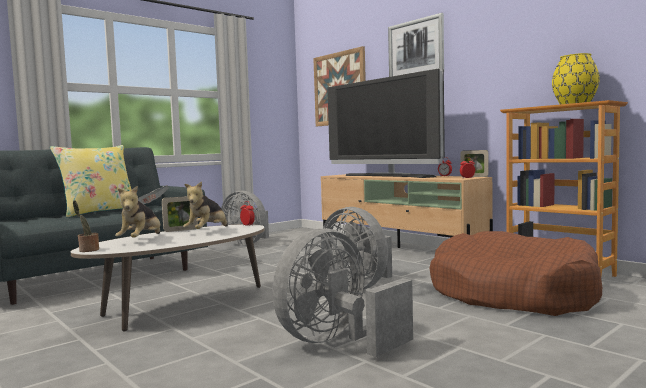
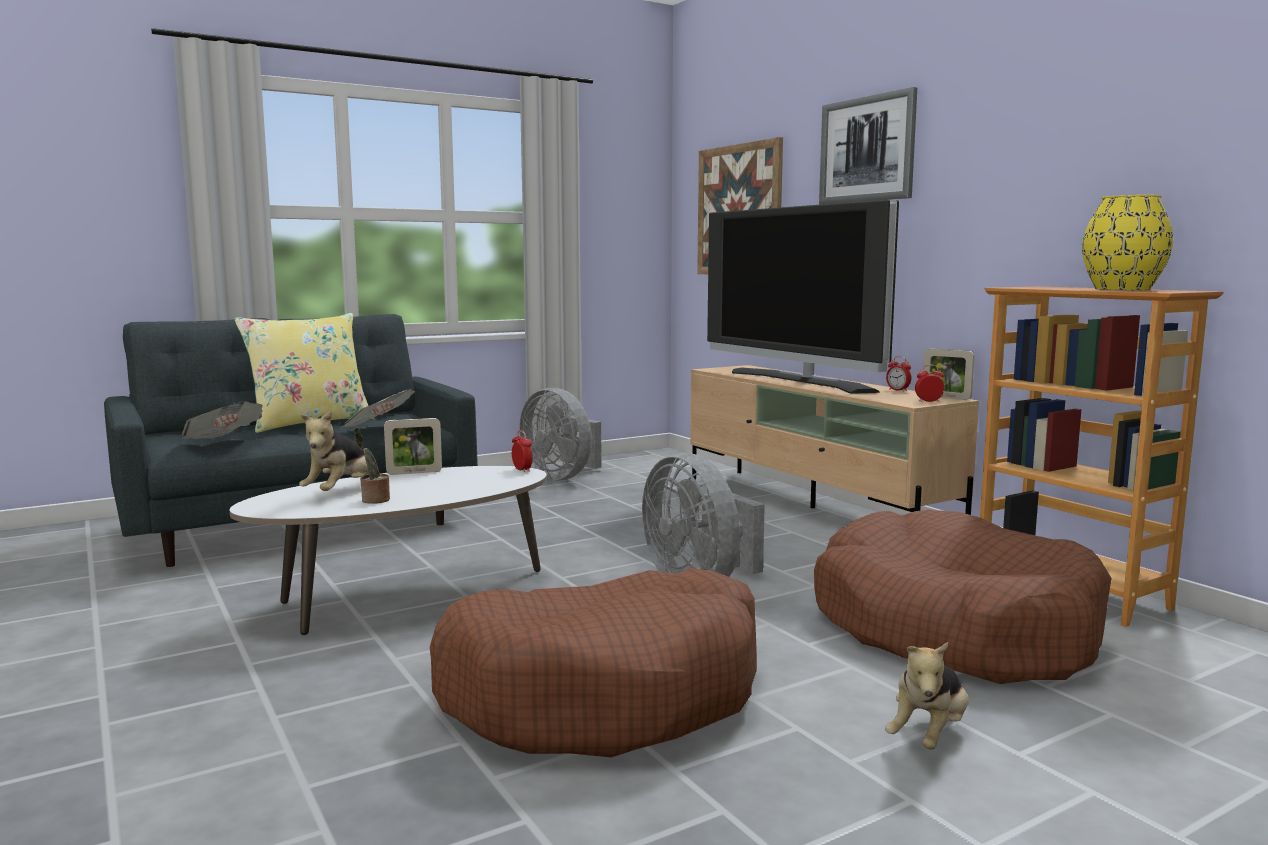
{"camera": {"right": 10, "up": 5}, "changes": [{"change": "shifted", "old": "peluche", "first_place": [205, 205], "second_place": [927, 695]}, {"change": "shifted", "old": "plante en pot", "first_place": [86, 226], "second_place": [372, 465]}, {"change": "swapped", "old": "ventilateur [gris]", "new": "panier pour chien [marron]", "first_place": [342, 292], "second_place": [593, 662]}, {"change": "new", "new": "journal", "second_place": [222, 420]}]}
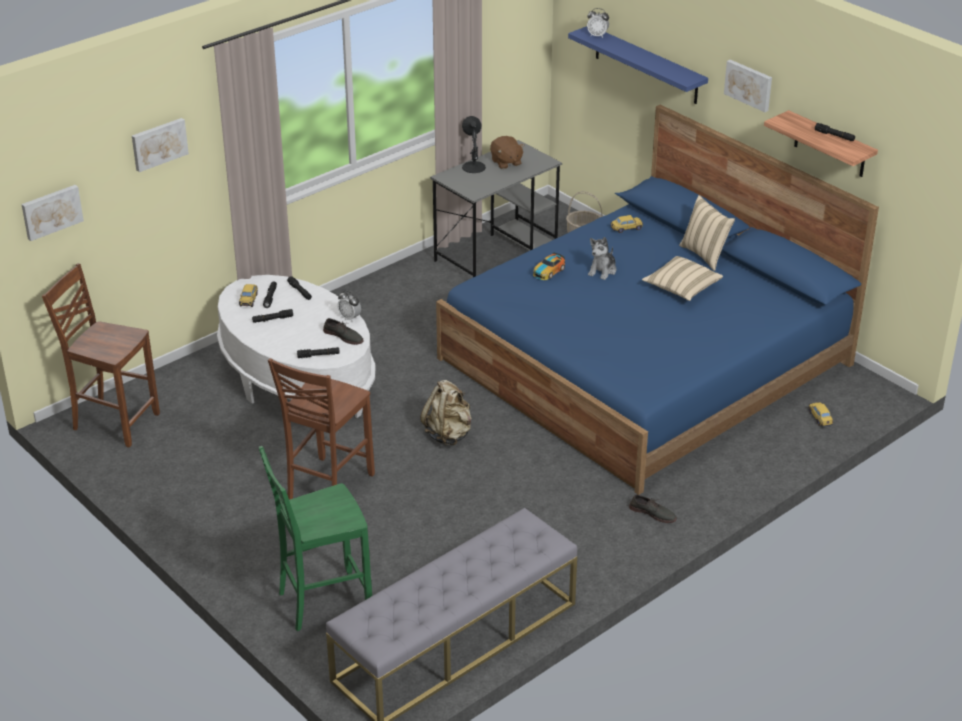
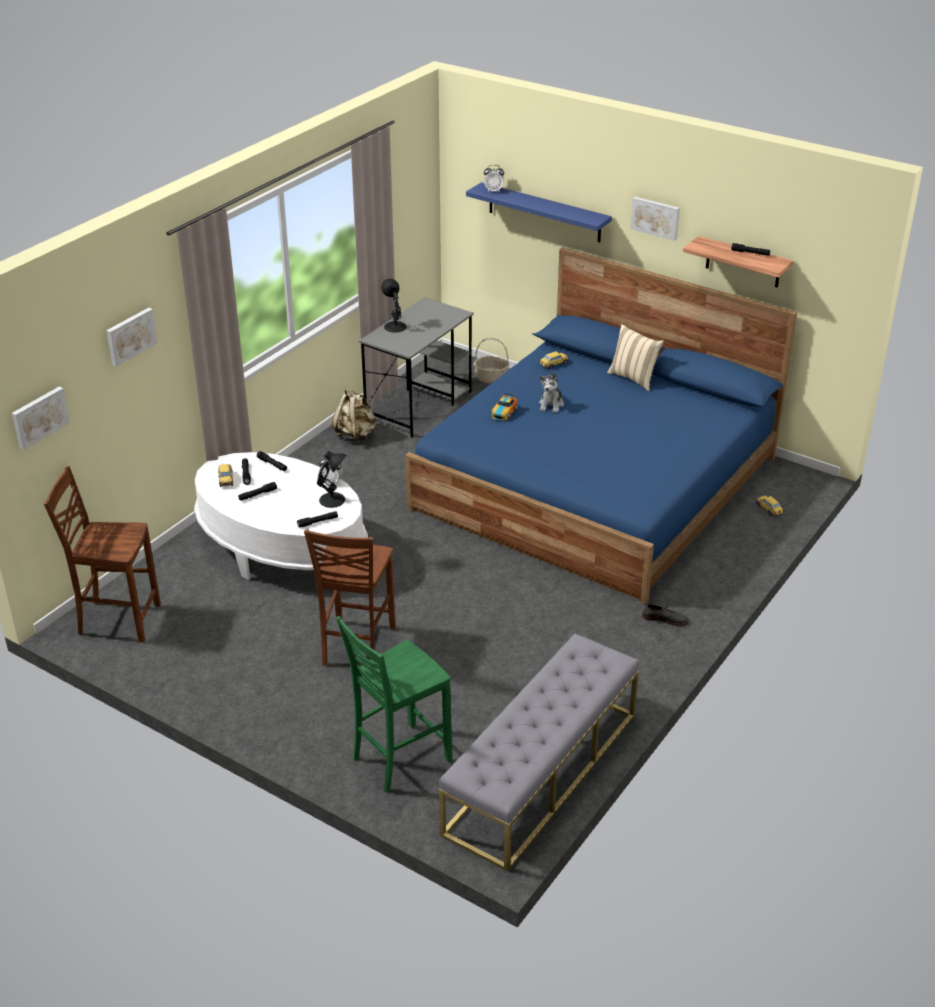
{"camera": {"right": -15, "up": 0}, "changes": [{"change": "gone", "old": "peluche [marron]", "first_place": [507, 152]}, {"change": "gone", "old": "coussin [beige]", "first_place": [682, 278]}, {"change": "swapped", "old": "chaussure [gris]", "new": "lampe de table [noir]", "first_place": [343, 331], "second_place": [331, 479]}, {"change": "shifted", "old": "sac à dos [beige]", "first_place": [446, 412], "second_place": [354, 415]}]}
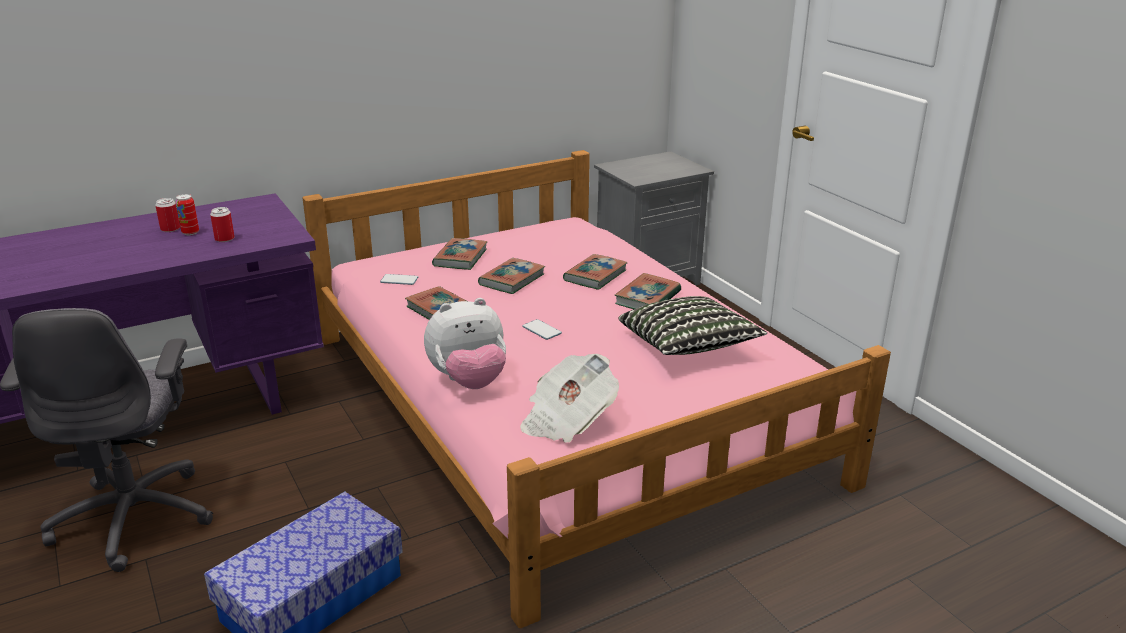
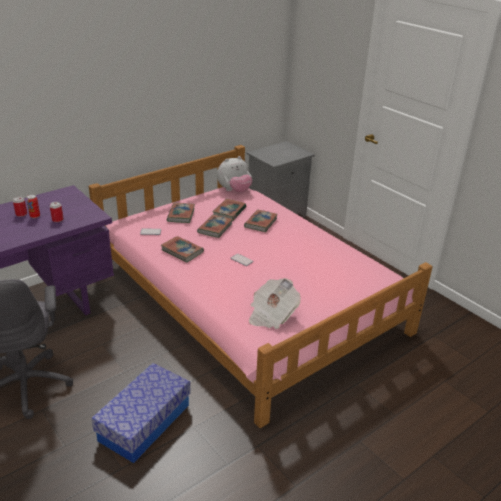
{"camera": {"right": -10, "up": 5}, "changes": [{"change": "shifted", "old": "livre", "first_place": [648, 291], "second_place": [229, 210]}, {"change": "gone", "old": "coussin", "first_place": [693, 325]}, {"change": "shifted", "old": "peluche", "first_place": [465, 343], "second_place": [234, 174]}]}
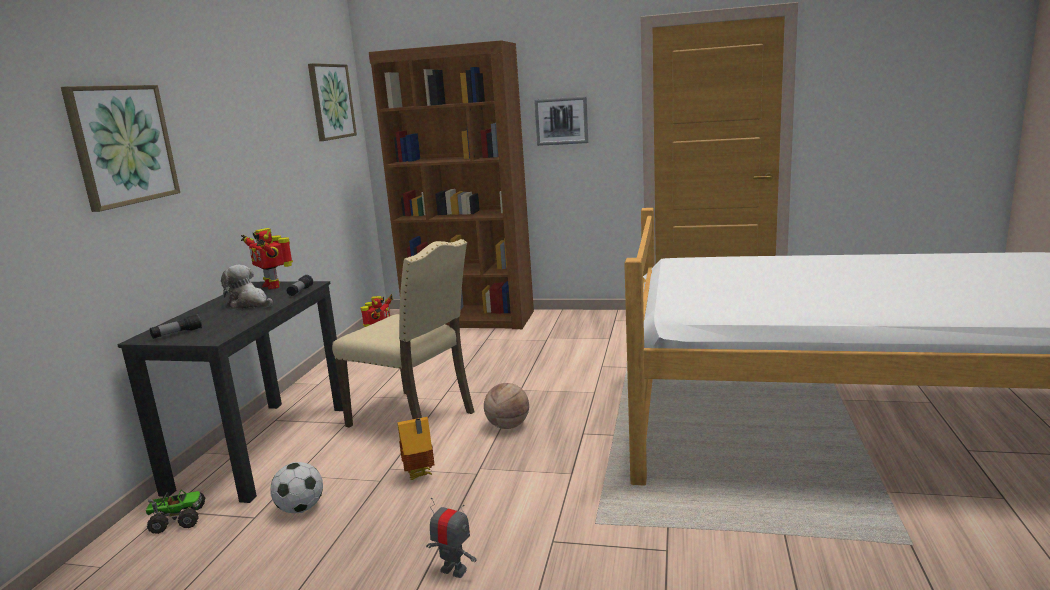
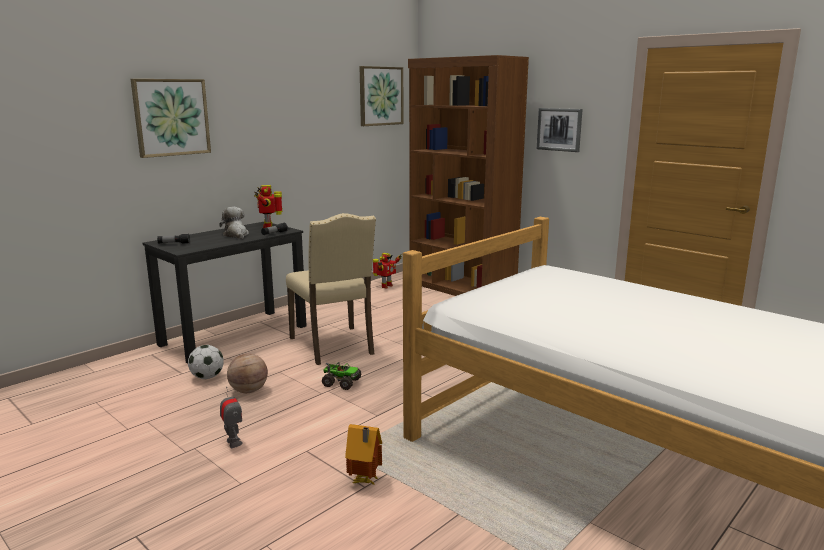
{"camera": {"right": 30, "up": 0}, "changes": [{"change": "shifted", "old": "ballon de basket", "first_place": [506, 406], "second_place": [247, 373]}, {"change": "shifted", "old": "maison miniature", "first_place": [416, 448], "second_place": [363, 455]}, {"change": "shifted", "old": "camion jouet", "first_place": [176, 512], "second_place": [342, 376]}]}
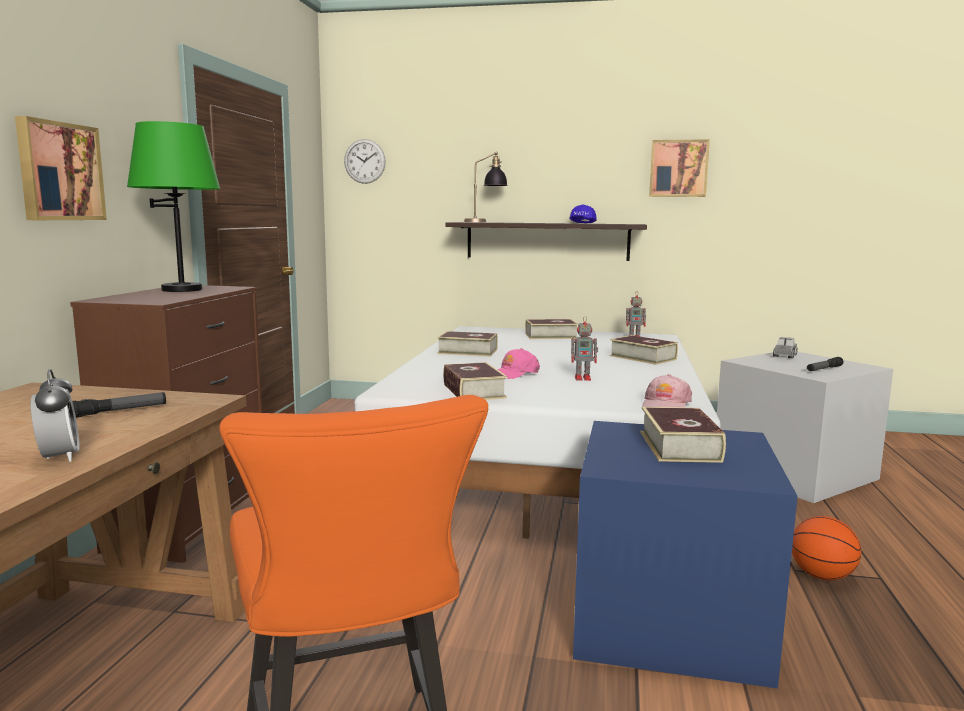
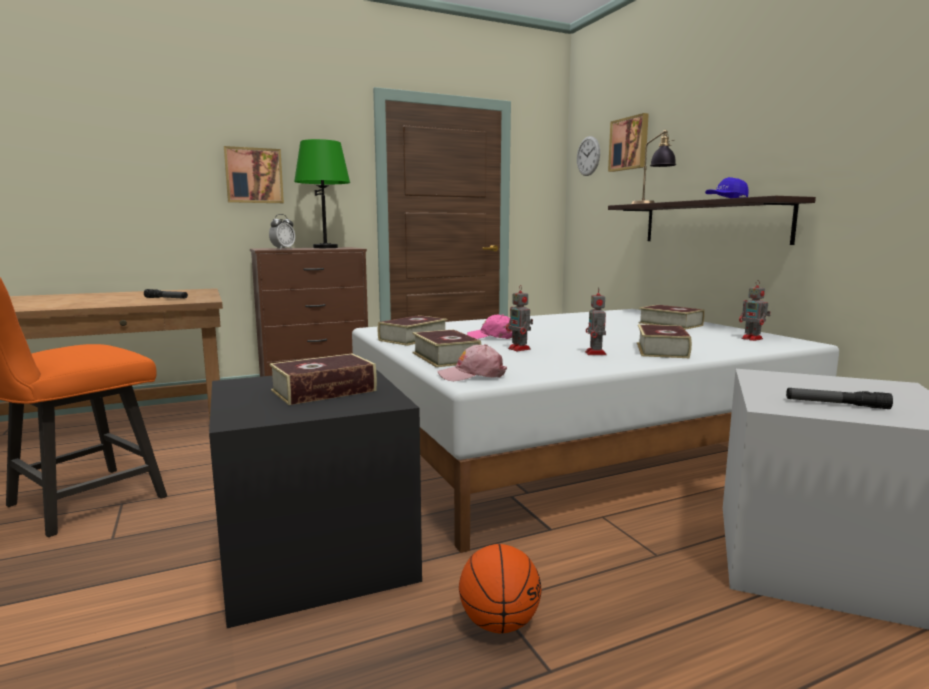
{"camera": {"right": 55, "up": 0}, "changes": [{"change": "shifted", "old": "tableau", "first_place": [679, 168], "second_place": [628, 142]}, {"change": "shifted", "old": "livre", "first_place": [467, 343], "second_place": [446, 348]}, {"change": "gone", "old": "camion jouet", "first_place": [785, 347]}, {"change": "shifted", "old": "réveil", "first_place": [55, 415], "second_place": [282, 231]}, {"change": "repainted", "old": "boîte de rangement [bleu]", "new": "boîte de rangement [noir]", "first_place": [685, 555], "second_place": [315, 498]}, {"change": "new", "new": "robot jouet", "second_place": [596, 321]}]}
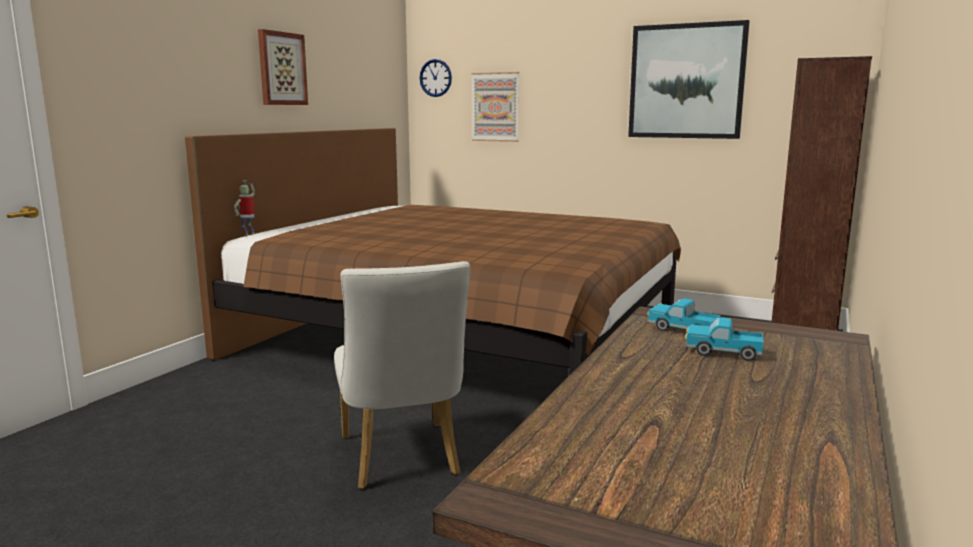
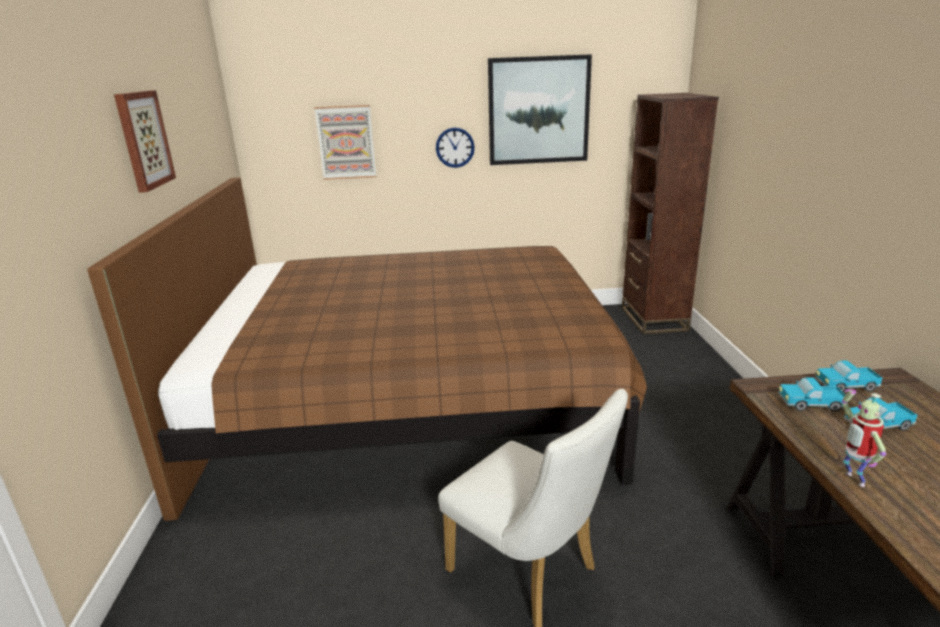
{"camera": {"right": -30, "up": 10}, "changes": [{"change": "shifted", "old": "horloge murale", "first_place": [435, 78], "second_place": [455, 147]}, {"change": "shifted", "old": "robot jouet", "first_place": [244, 207], "second_place": [864, 438]}, {"change": "new", "new": "camion jouet", "second_place": [848, 376]}]}
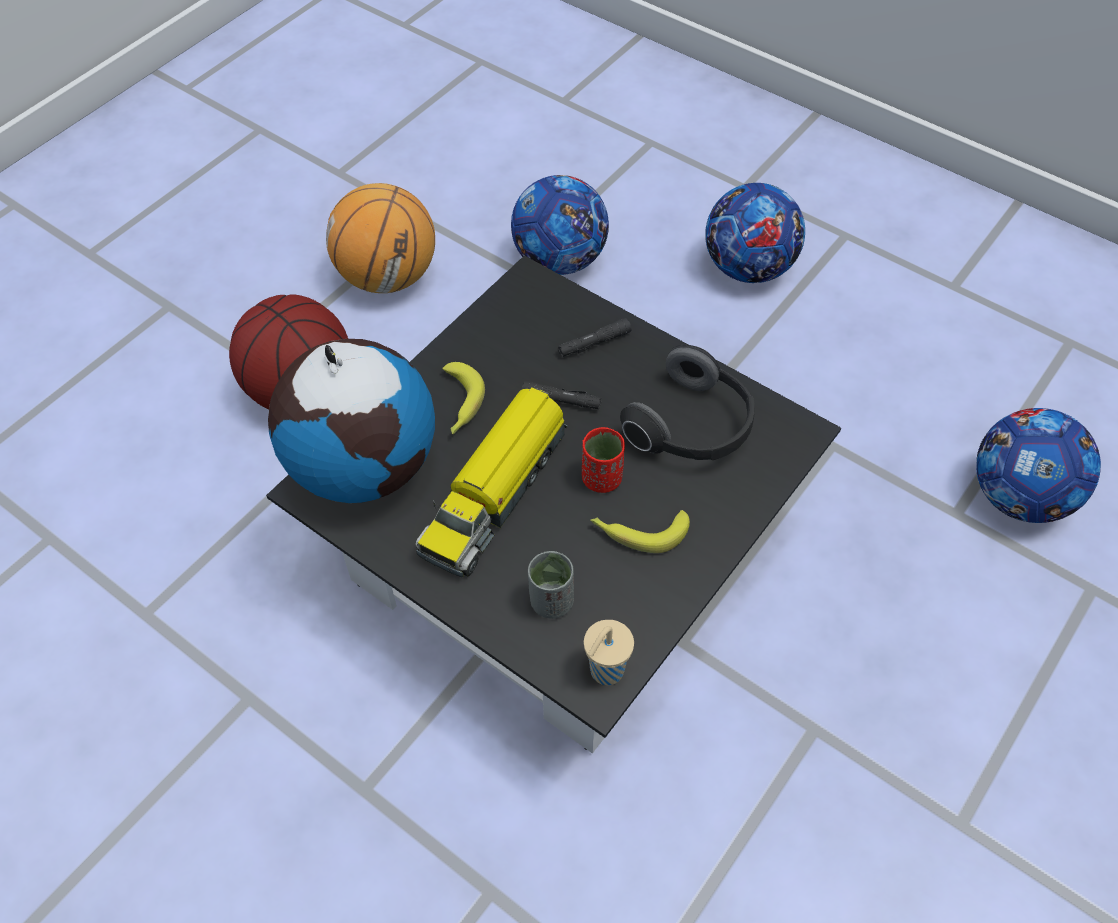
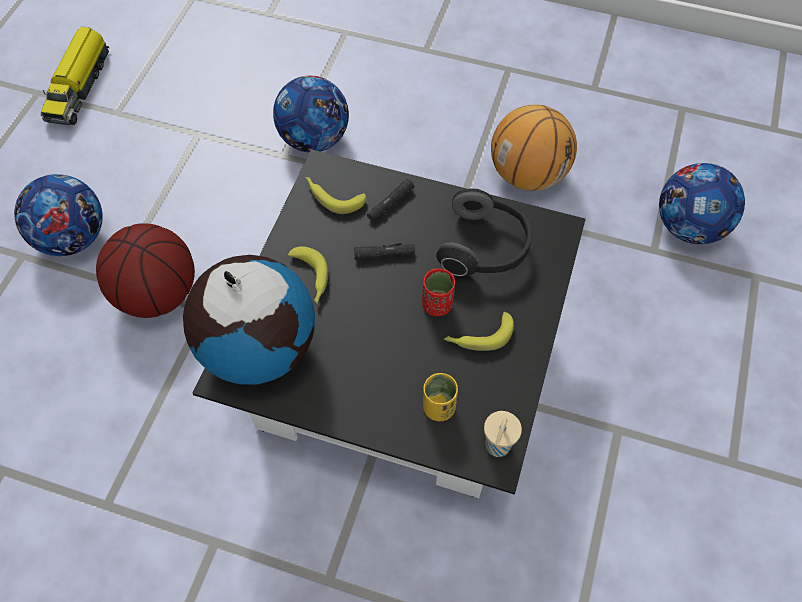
{"camera": {"right": -20, "up": 5}, "changes": [{"change": "shifted", "old": "ballon de basket", "first_place": [380, 238], "second_place": [534, 148]}, {"change": "shifted", "old": "ballon de foot", "first_place": [755, 233], "second_place": [58, 215]}, {"change": "shifted", "old": "camion jouet", "first_place": [491, 482], "second_place": [75, 76]}, {"change": "repainted", "old": "tasse [gris]", "new": "tasse [jaune]", "first_place": [551, 585], "second_place": [440, 397]}, {"change": "new", "new": "banane", "second_place": [335, 195]}]}
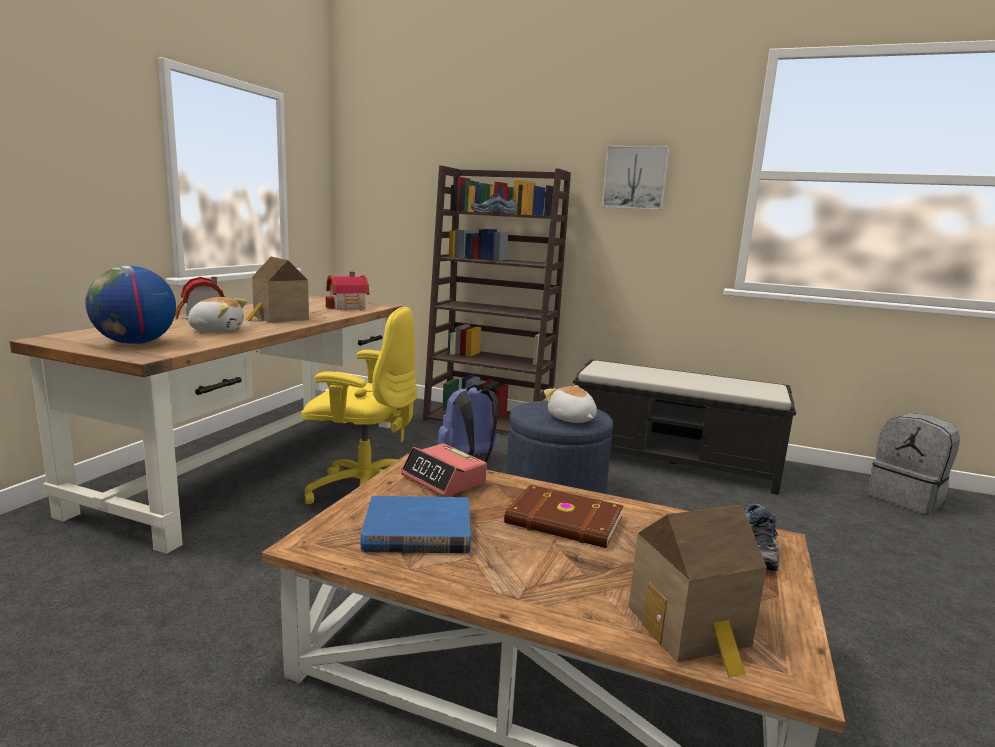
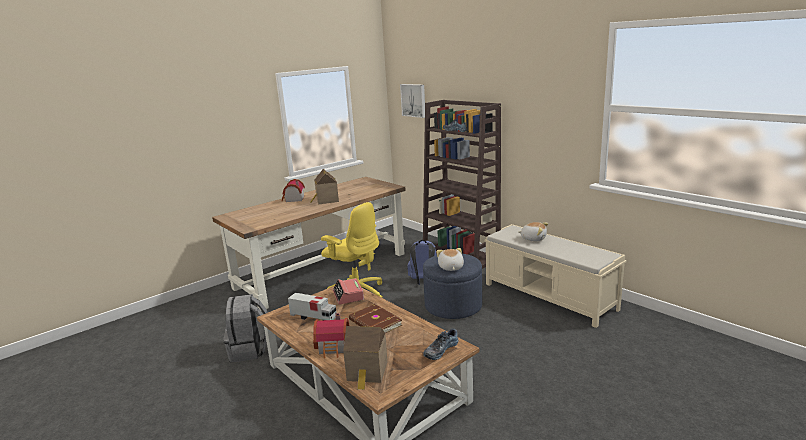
{"camera": {"right": 30, "up": 5}, "changes": [{"change": "shifted", "old": "tableau", "first_place": [635, 177], "second_place": [412, 101]}, {"change": "gone", "old": "globe", "first_place": [130, 305]}, {"change": "shifted", "old": "maison miniature", "first_place": [347, 291], "second_place": [331, 336]}, {"change": "shifted", "old": "peluche", "first_place": [216, 314], "second_place": [534, 231]}, {"change": "repainted", "old": "banc [noir]", "new": "banc [beige]", "first_place": [684, 427], "second_place": [555, 276]}, {"change": "shifted", "old": "sac à dos [gris]", "first_place": [913, 463], "second_place": [245, 328]}, {"change": "swapped", "old": "livre [bleu]", "new": "camion jouet", "first_place": [415, 524], "second_place": [312, 306]}]}
